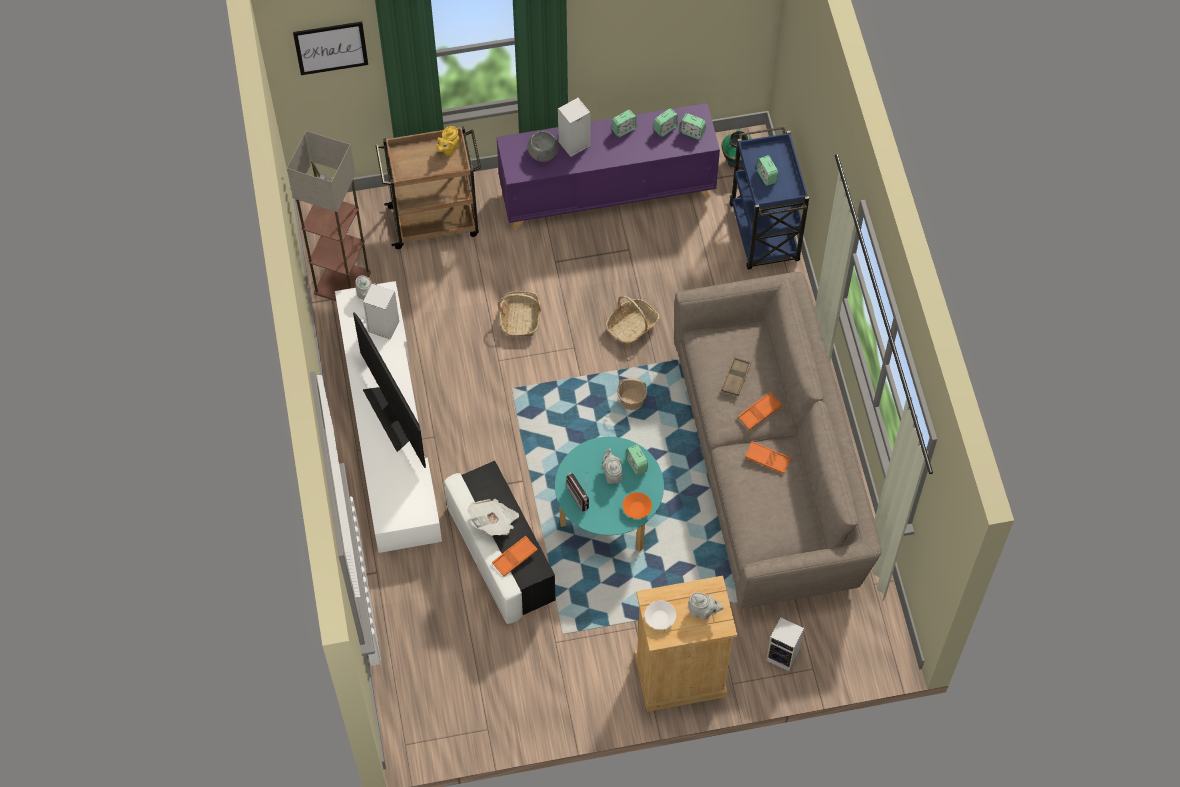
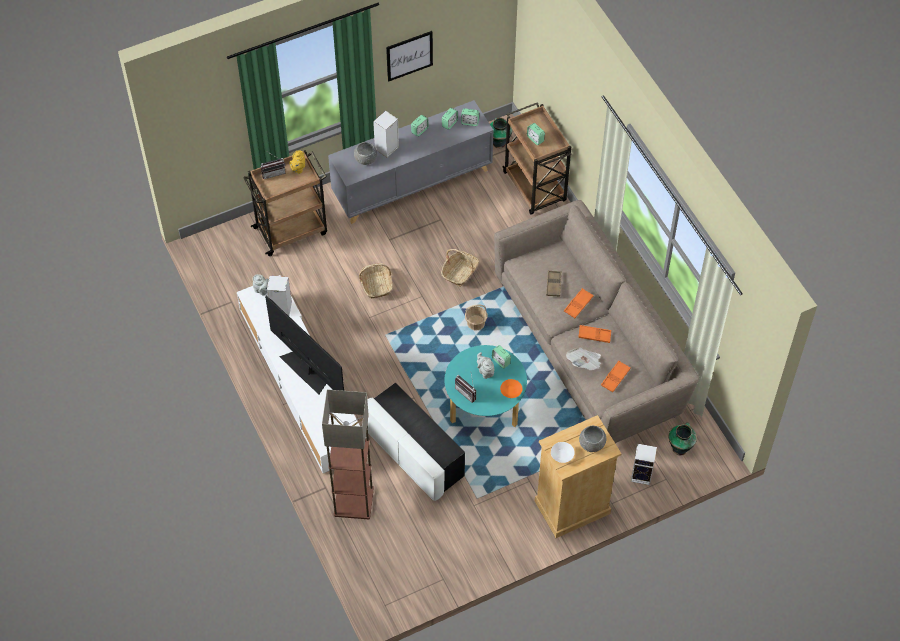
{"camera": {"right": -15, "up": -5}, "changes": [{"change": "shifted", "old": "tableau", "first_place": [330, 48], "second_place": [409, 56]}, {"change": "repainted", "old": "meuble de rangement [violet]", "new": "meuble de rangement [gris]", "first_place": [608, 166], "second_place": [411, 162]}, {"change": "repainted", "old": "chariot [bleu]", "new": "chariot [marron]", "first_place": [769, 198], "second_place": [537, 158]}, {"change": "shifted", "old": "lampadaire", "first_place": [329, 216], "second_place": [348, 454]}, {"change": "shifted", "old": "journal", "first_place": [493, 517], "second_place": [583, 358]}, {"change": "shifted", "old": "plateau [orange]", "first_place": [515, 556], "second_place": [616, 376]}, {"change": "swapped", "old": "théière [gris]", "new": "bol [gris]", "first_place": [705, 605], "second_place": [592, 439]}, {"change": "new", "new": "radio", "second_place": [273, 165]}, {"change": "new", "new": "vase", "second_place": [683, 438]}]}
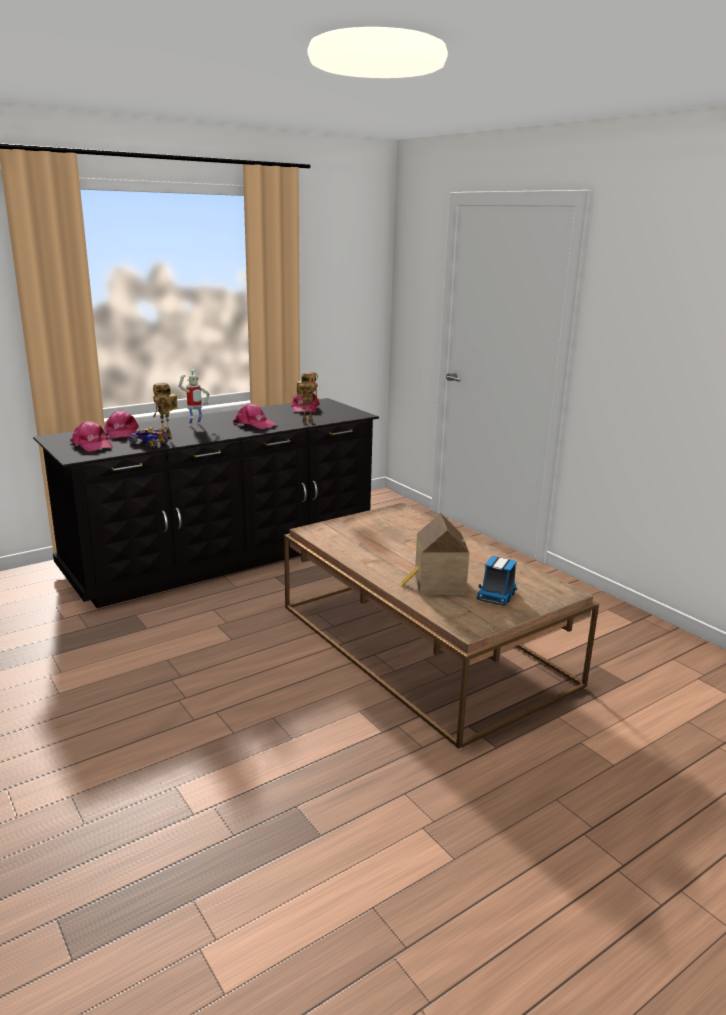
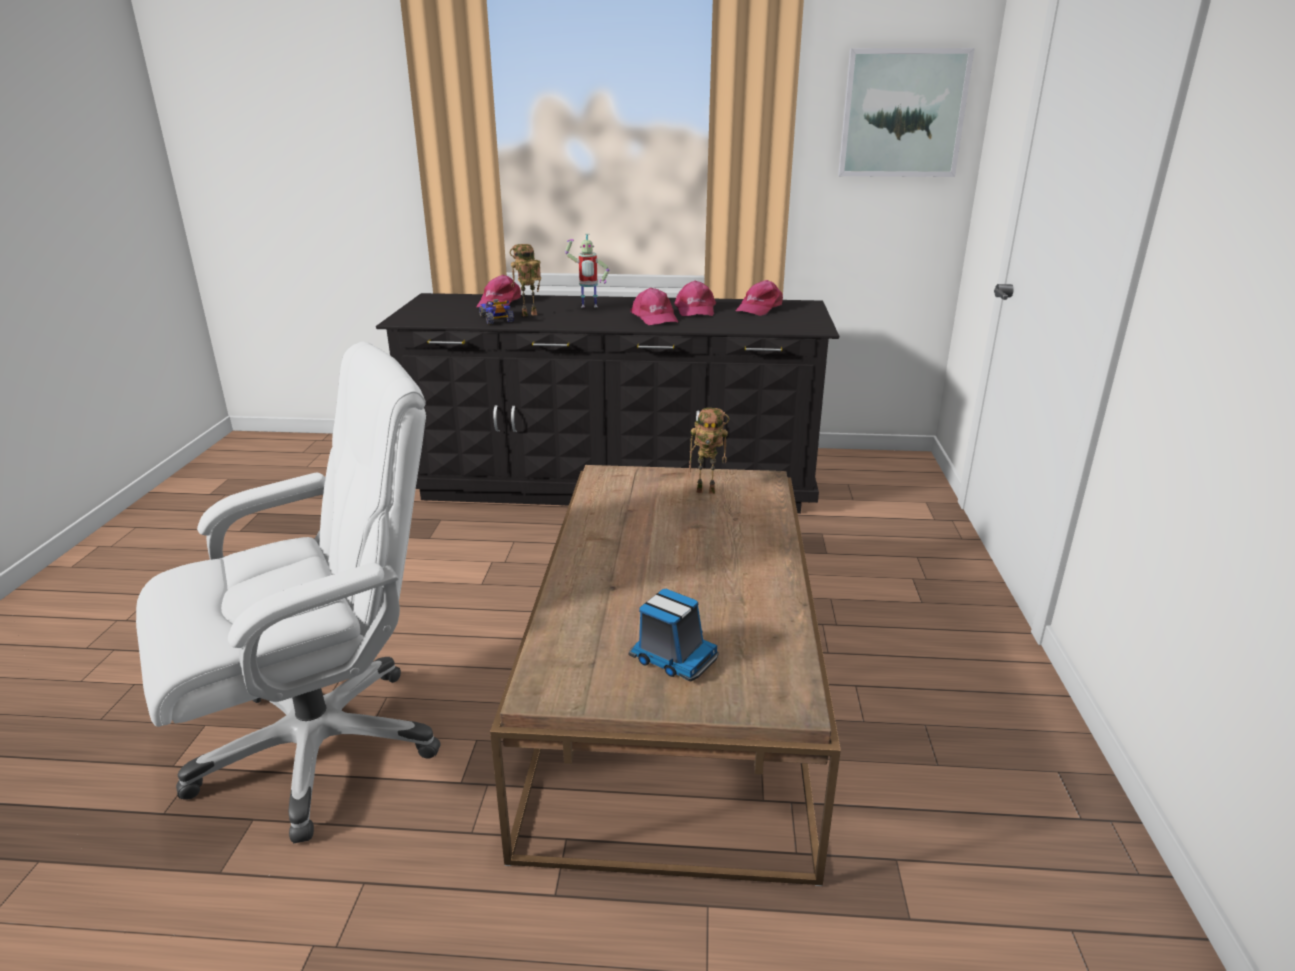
{"camera": {"right": 40, "up": 5}, "changes": [{"change": "shifted", "old": "robot jouet", "first_place": [307, 397], "second_place": [709, 451]}, {"change": "shifted", "old": "casquette [rose]", "first_place": [92, 436], "second_place": [695, 298]}, {"change": "gone", "old": "maison miniature", "first_place": [435, 554]}, {"change": "rotated", "old": "camion jouet", "first_place": [496, 580], "second_place": [673, 635], "degrees": -120}, {"change": "new", "new": "tableau", "second_place": [906, 112]}, {"change": "new", "new": "chaise de bureau [blanc]", "second_place": [288, 592]}]}
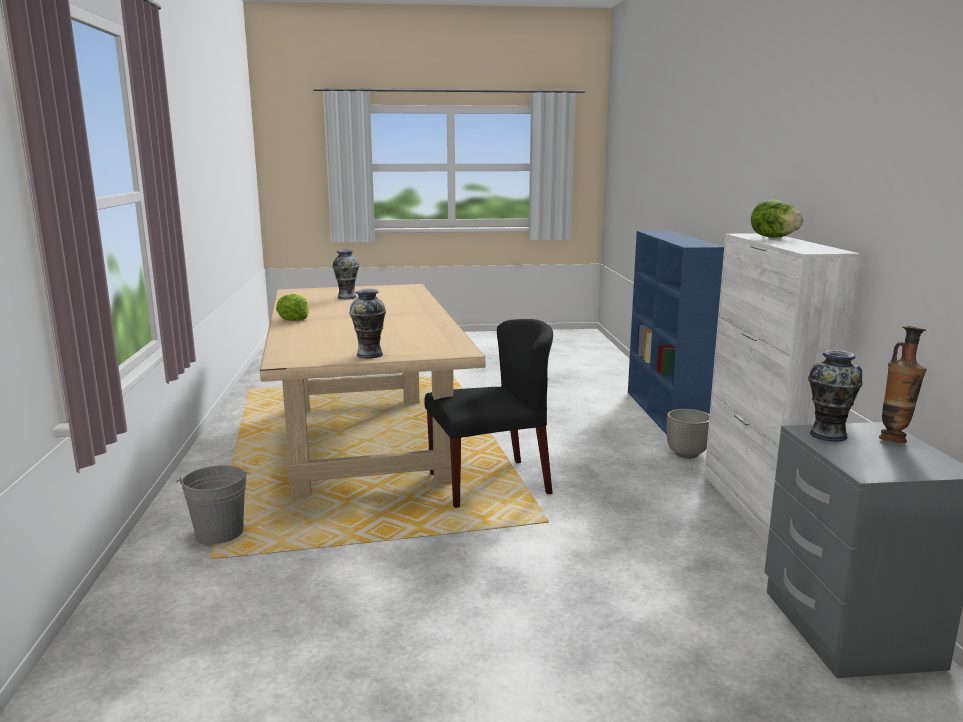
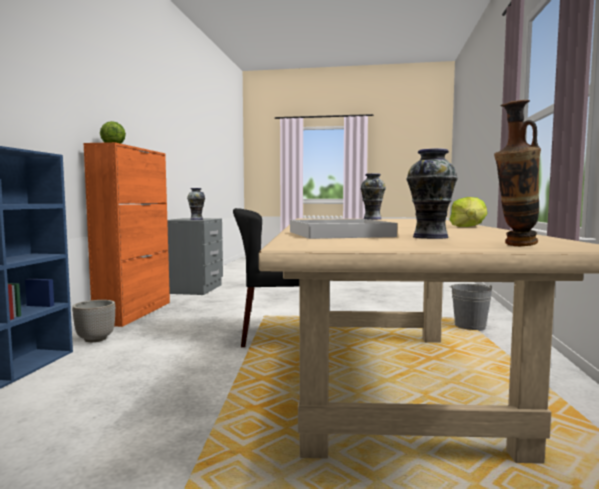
{"camera": {"right": -165, "up": -10}, "changes": [{"change": "repainted", "old": "meuble de rangement [blanc]", "new": "meuble de rangement [orange]", "first_place": [782, 389], "second_place": [126, 234]}, {"change": "shifted", "old": "vase", "first_place": [903, 384], "second_place": [517, 173]}, {"change": "new", "new": "plateau [blanc]", "second_place": [343, 229]}]}
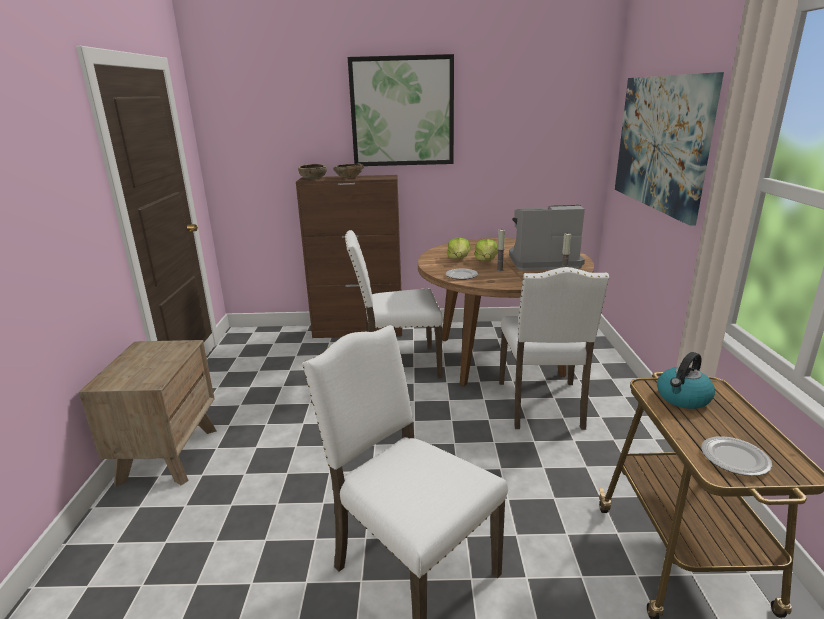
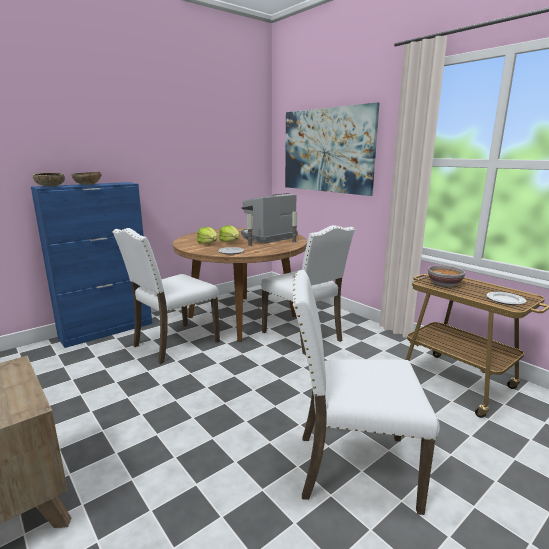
{"camera": {"right": -40, "up": -5}, "changes": [{"change": "gone", "old": "tableau", "first_place": [401, 110]}, {"change": "repainted", "old": "meuble de rangement [marron]", "new": "meuble de rangement [bleu]", "first_place": [349, 256], "second_place": [91, 265]}, {"change": "swapped", "old": "bouilloire", "new": "bol", "first_place": [686, 380], "second_place": [446, 276]}]}
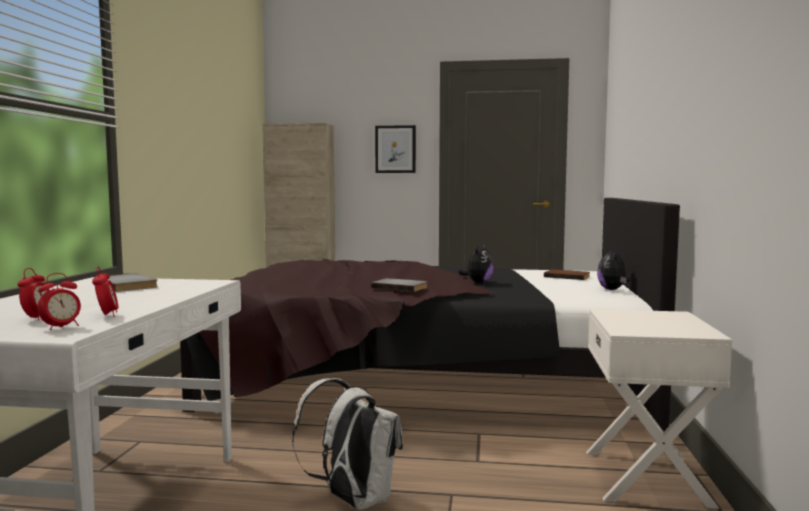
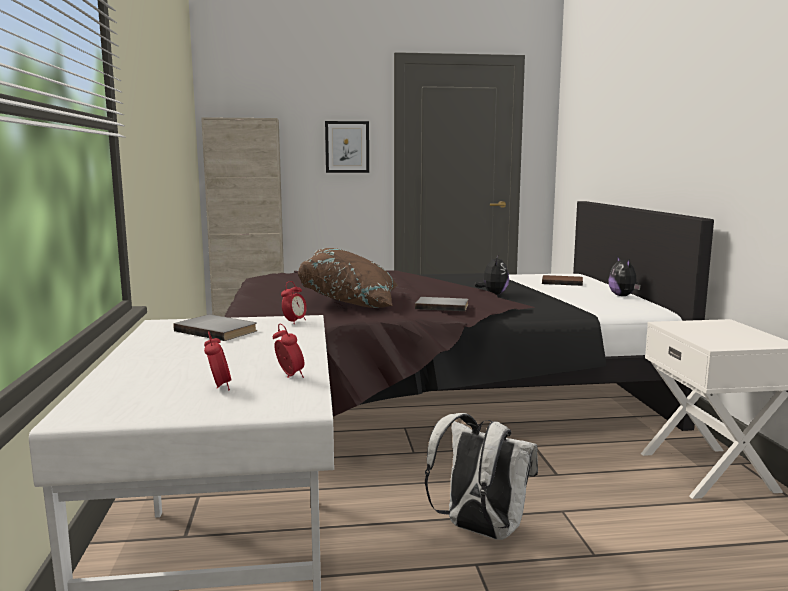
{"camera": {"right": -15, "up": 5}, "changes": [{"change": "shifted", "old": "réveil", "first_place": [59, 301], "second_place": [294, 302]}, {"change": "new", "new": "coussin [marron]", "second_place": [348, 278]}]}
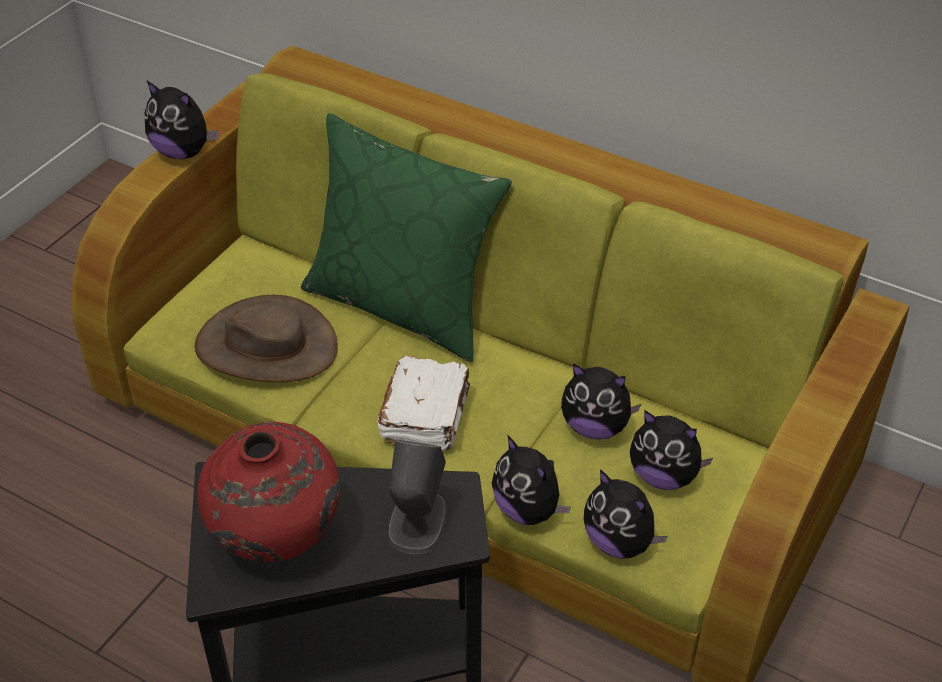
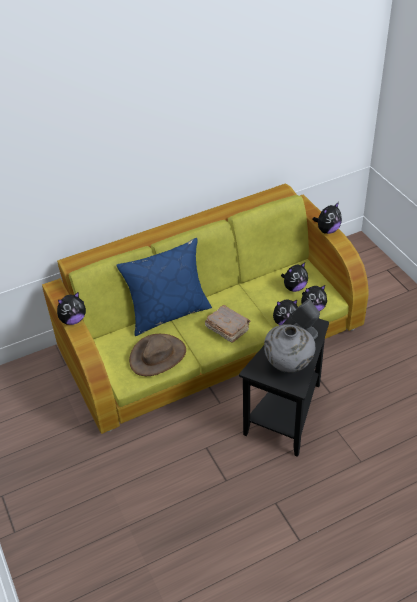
{"camera": {"right": -55, "up": 0}, "changes": [{"change": "repainted", "old": "coussin [vert]", "new": "coussin [bleu]", "first_place": [406, 237], "second_place": [164, 287]}, {"change": "repainted", "old": "livre [blanc]", "new": "livre [marron]", "first_place": [424, 403], "second_place": [228, 323]}, {"change": "shifted", "old": "peluche", "first_place": [601, 401], "second_place": [327, 218]}, {"change": "repainted", "old": "vase [rouge]", "new": "vase [gris]", "first_place": [269, 491], "second_place": [289, 348]}]}
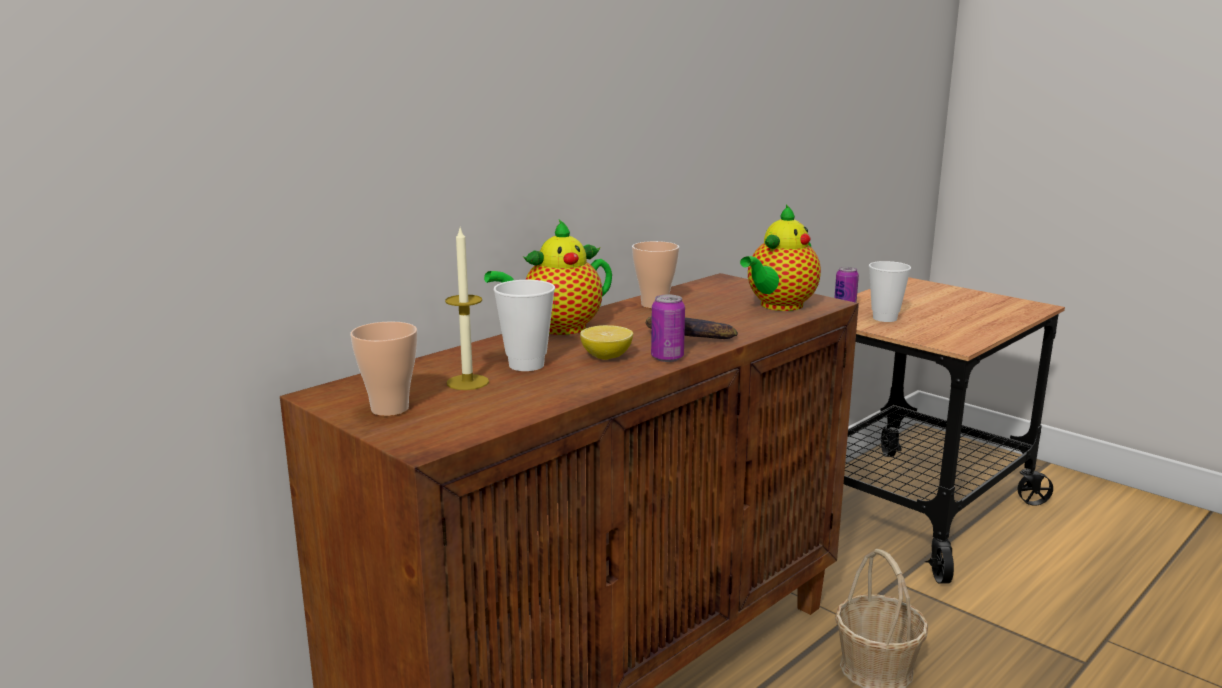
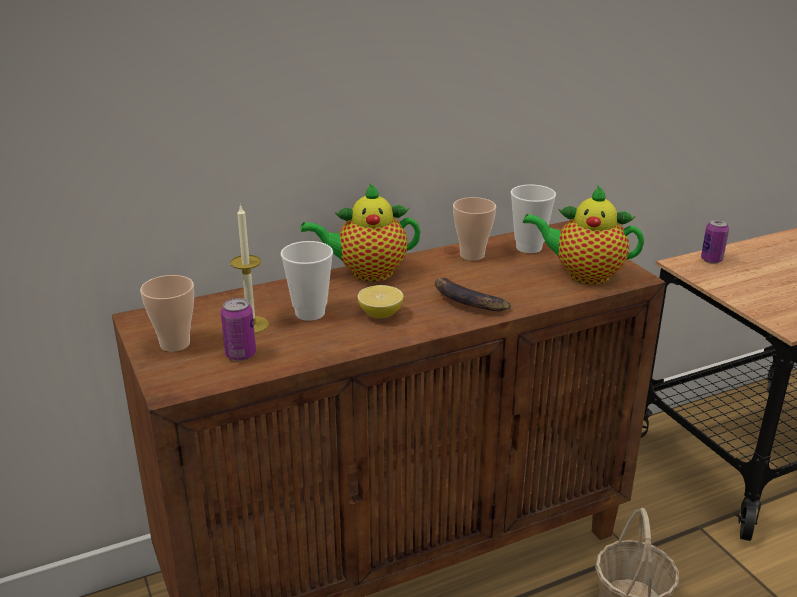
{"camera": {"right": 20, "up": 10}, "changes": [{"change": "rotated", "old": "théière", "first_place": [780, 257], "second_place": [583, 235], "degrees": 45}, {"change": "shifted", "old": "tasse", "first_place": [890, 291], "second_place": [533, 218]}, {"change": "shifted", "old": "boîte métallique", "first_place": [668, 328], "second_place": [238, 329]}]}
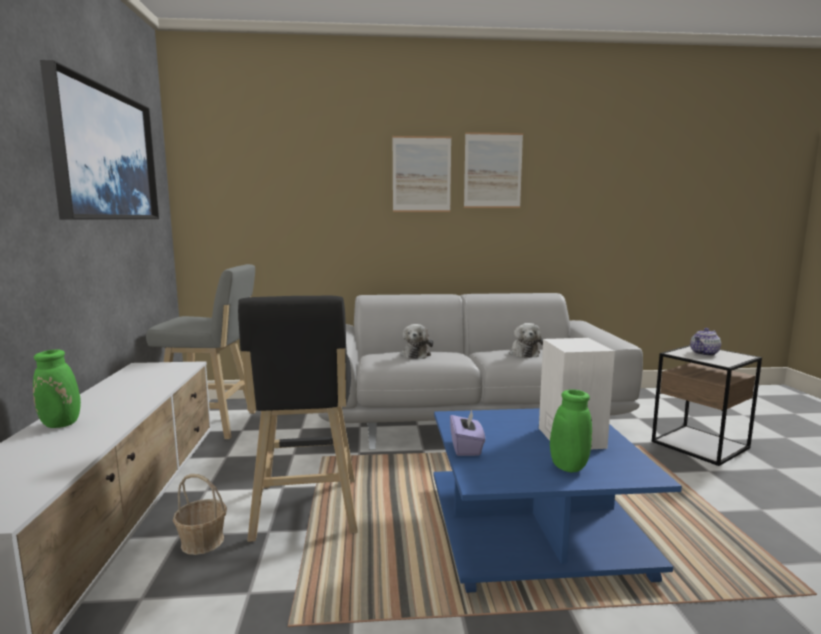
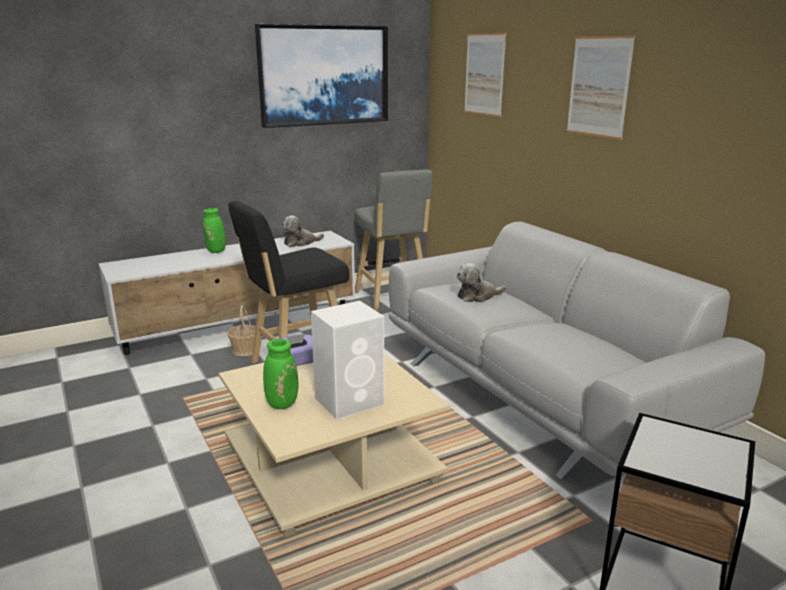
{"camera": {"right": 65, "up": 10}, "changes": [{"change": "shifted", "old": "tableau", "first_place": [493, 170], "second_place": [485, 75]}, {"change": "shifted", "old": "peluche", "first_place": [526, 340], "second_place": [302, 231]}, {"change": "gone", "old": "théière", "first_place": [705, 342]}, {"change": "repainted", "old": "table basse [bleu]", "new": "table basse [beige]", "first_place": [558, 500], "second_place": [334, 445]}]}
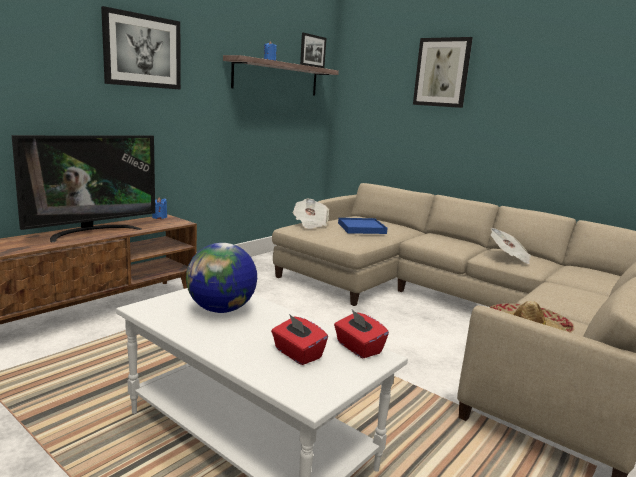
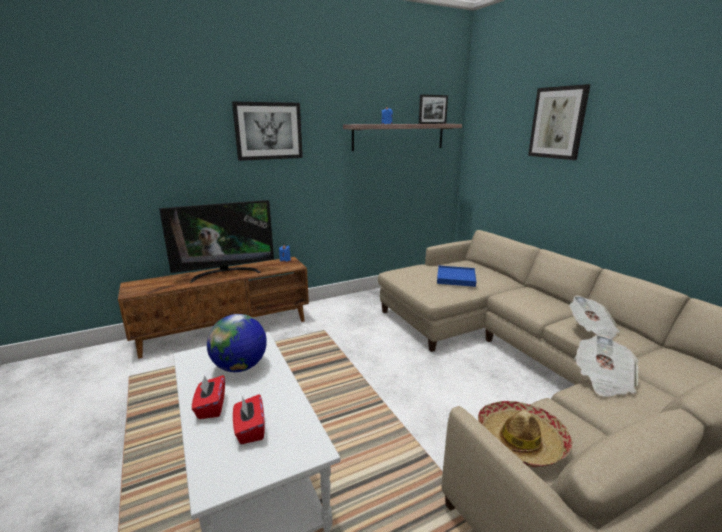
{"camera": {"right": 25, "up": 5}, "changes": [{"change": "shifted", "old": "journal", "first_place": [311, 214], "second_place": [606, 366]}, {"change": "shifted", "old": "boîte à mouchoirs [rouge]", "first_place": [361, 334], "second_place": [208, 397]}]}
